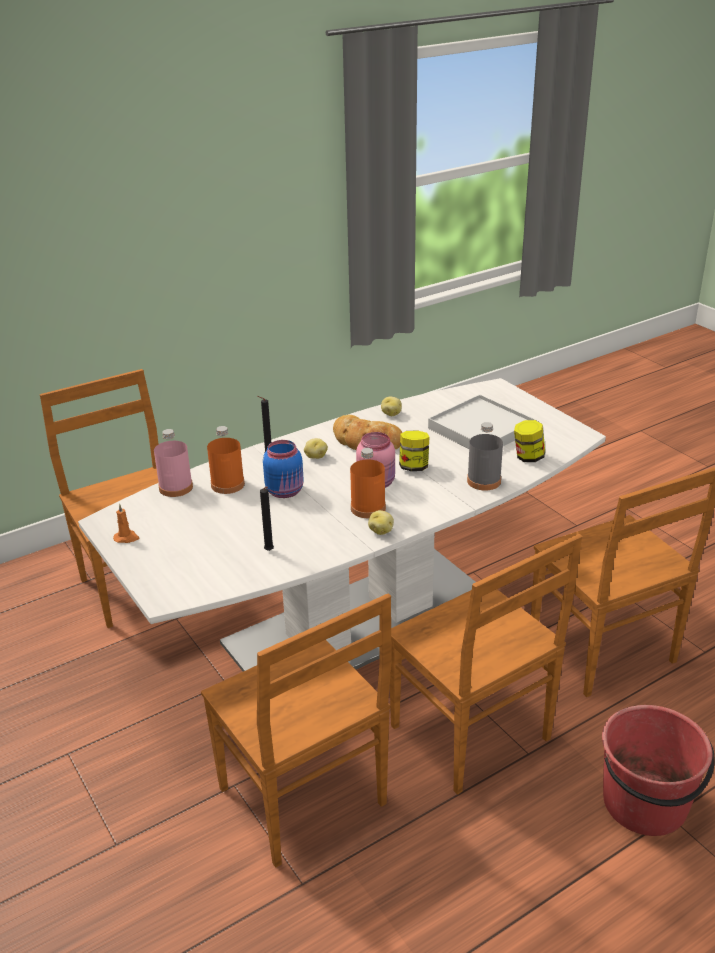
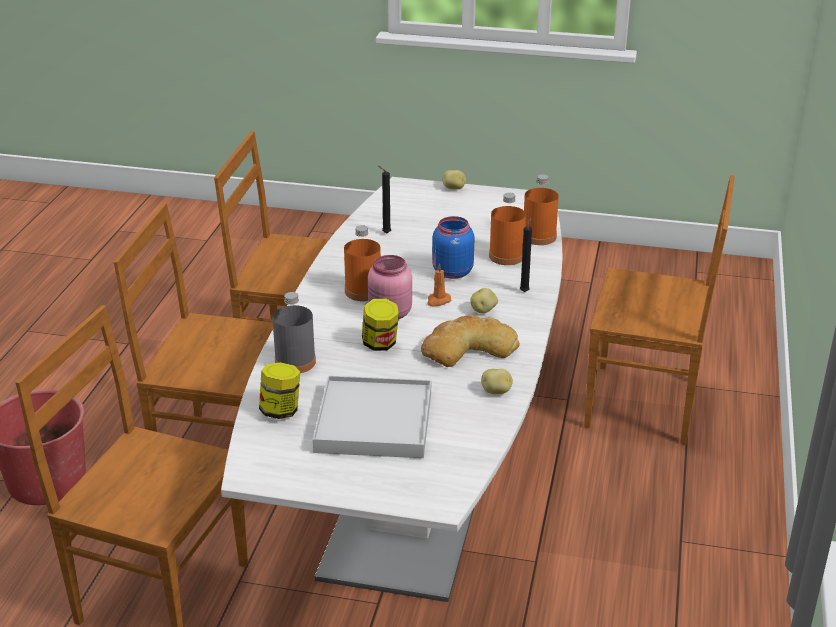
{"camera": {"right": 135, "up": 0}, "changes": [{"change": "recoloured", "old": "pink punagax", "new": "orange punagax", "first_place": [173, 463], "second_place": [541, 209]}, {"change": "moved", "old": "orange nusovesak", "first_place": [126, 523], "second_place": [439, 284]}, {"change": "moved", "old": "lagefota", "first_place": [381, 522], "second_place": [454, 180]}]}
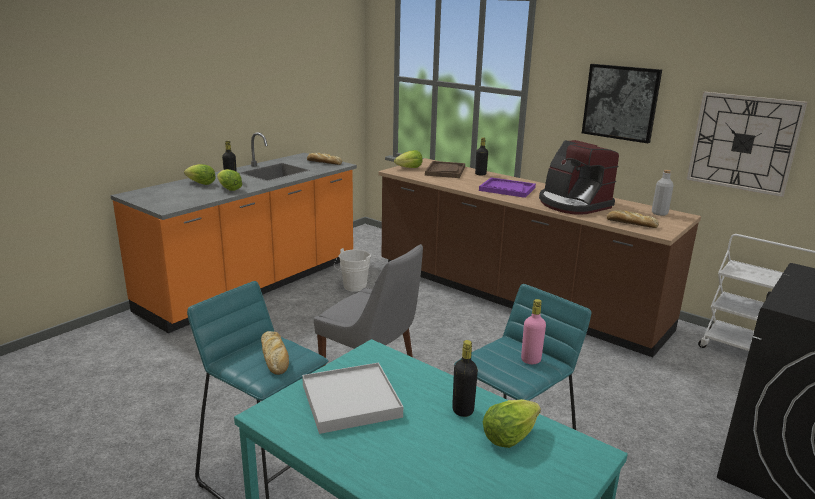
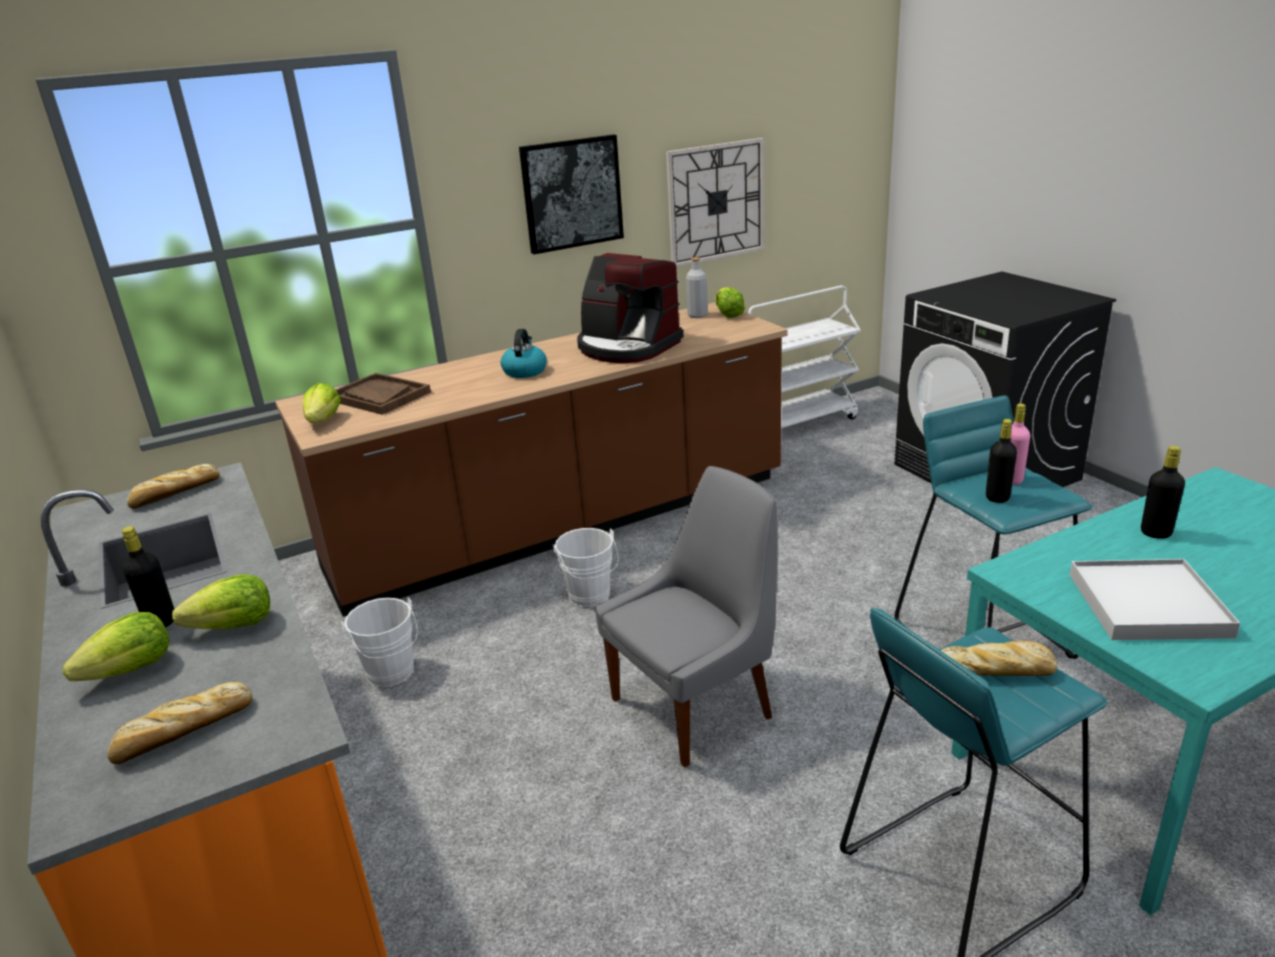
{"camera": {"right": -65, "up": 5}, "changes": [{"change": "moved", "old": "black punagax", "first_place": [481, 156], "second_place": [1001, 461]}, {"change": "turned", "old": "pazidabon", "first_place": [579, 177], "second_place": [630, 308], "degrees": 45}, {"change": "replaced", "old": "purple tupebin", "new": "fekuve", "first_place": [507, 187], "second_place": [524, 353]}, {"change": "moved", "old": "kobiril", "first_place": [633, 219], "second_place": [180, 723]}, {"change": "moved", "old": "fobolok", "first_place": [512, 423], "second_place": [730, 302]}, {"change": "added", "new": "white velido", "second_place": [585, 567]}]}
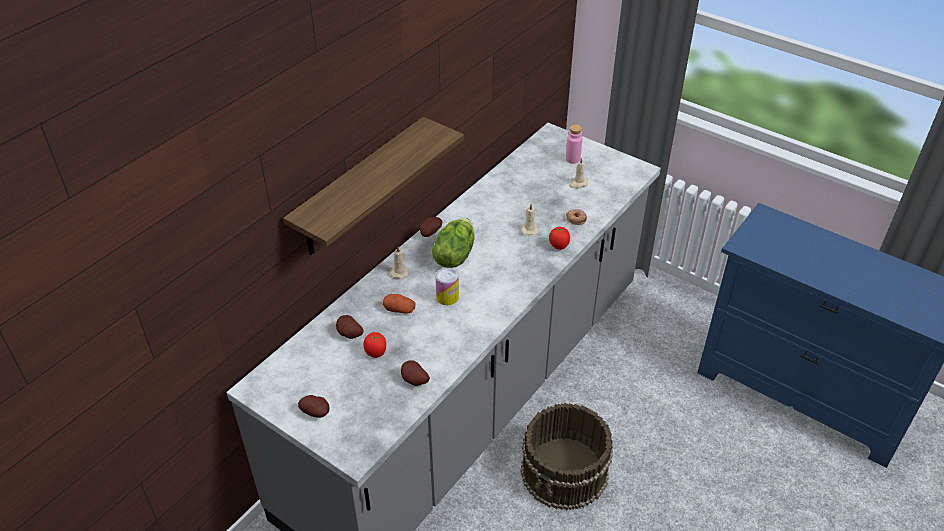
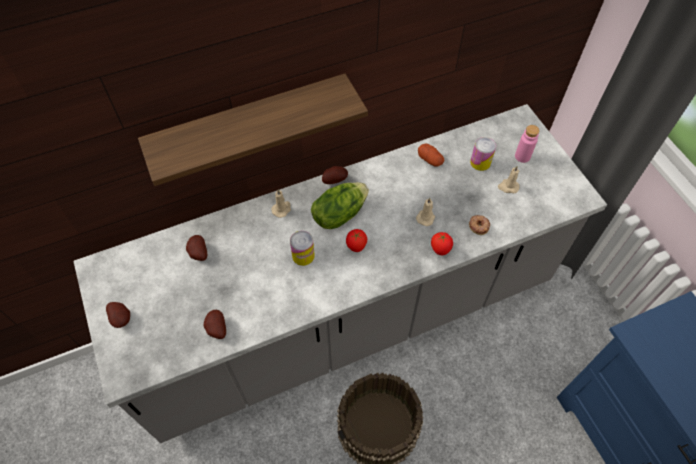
{"camera": {"right": 30, "up": 15}, "changes": [{"change": "moved", "old": "lagefota", "first_place": [399, 304], "second_place": [431, 155]}, {"change": "moved", "old": "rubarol", "first_place": [375, 345], "second_place": [356, 240]}, {"change": "added", "new": "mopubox", "second_place": [483, 154]}]}
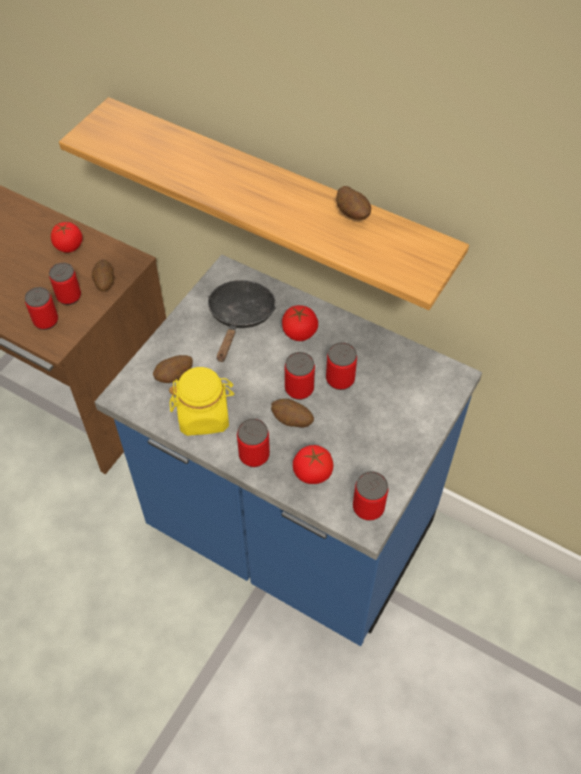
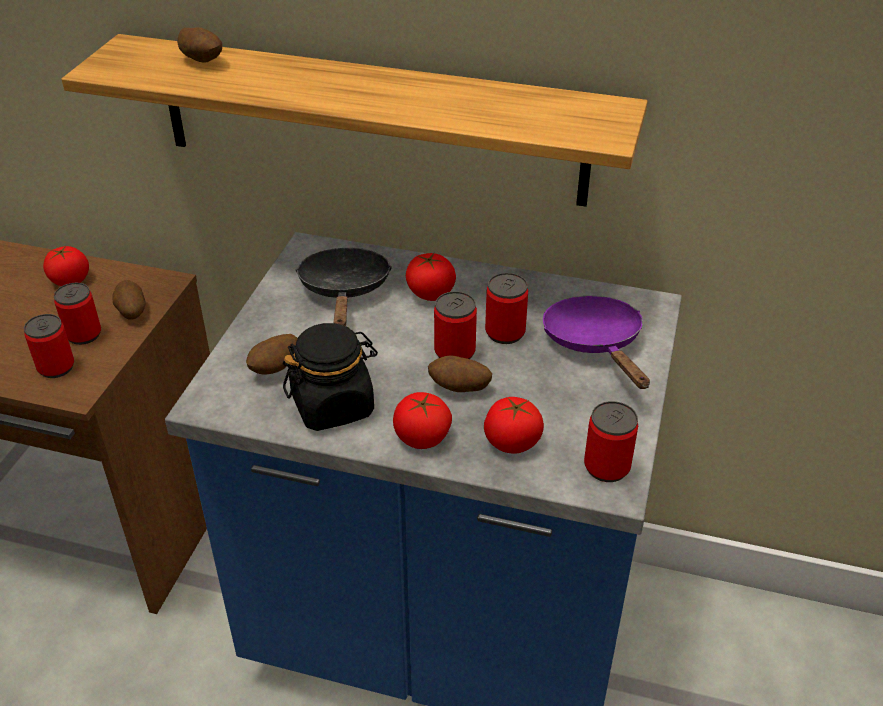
{"camera": {"right": -15, "up": -15}, "changes": [{"change": "moved", "old": "lagefota", "first_place": [353, 203], "second_place": [200, 45]}, {"change": "recoloured", "old": "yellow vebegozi", "new": "black vebegozi", "first_place": [201, 401], "second_place": [330, 377]}, {"change": "replaced", "old": "mopubox", "new": "rubarol", "first_place": [253, 442], "second_place": [422, 420]}, {"change": "added", "new": "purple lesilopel", "second_place": [596, 342]}]}
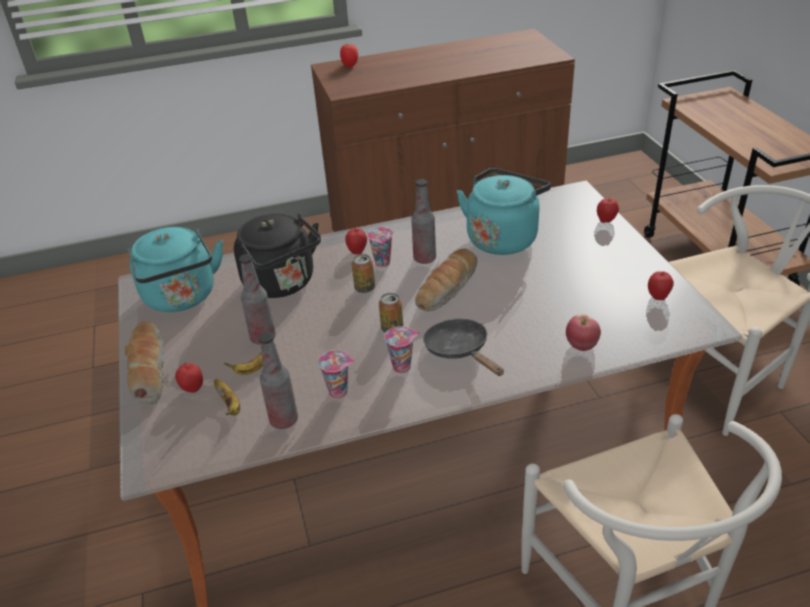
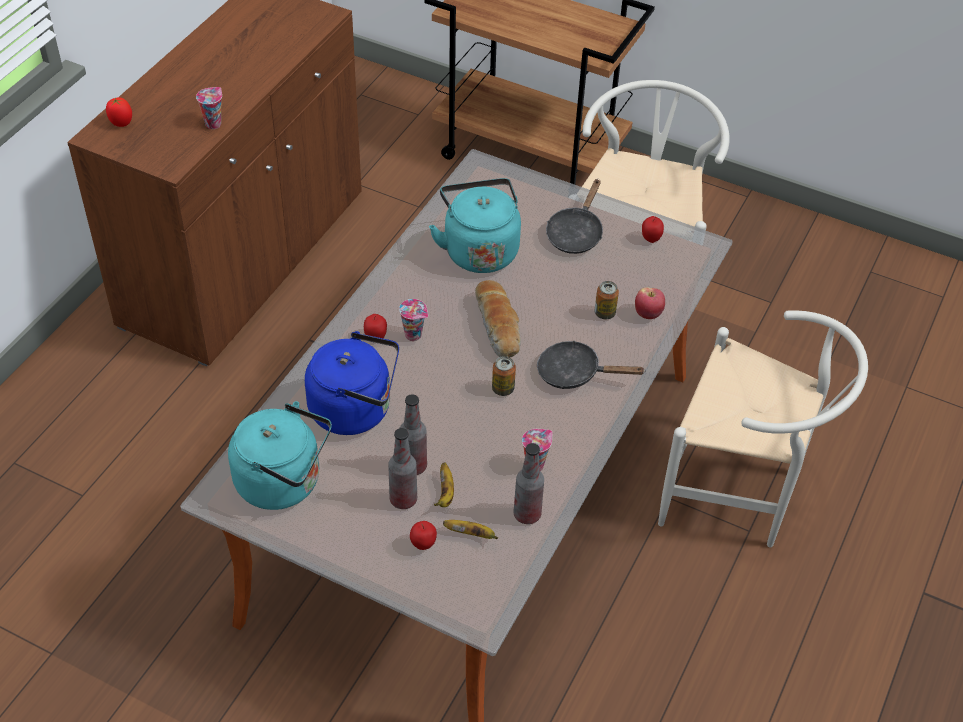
{"camera": {"right": -50, "up": 10}, "changes": [{"change": "moved", "old": "punagax", "first_place": [423, 221], "second_place": [402, 468]}, {"change": "removed", "old": "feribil", "first_place": [608, 210]}, {"change": "recoloured", "old": "black fekuve", "new": "blue fekuve", "first_place": [277, 255], "second_place": [352, 383]}, {"change": "moved", "old": "mopubox", "first_place": [363, 273], "second_place": [606, 300]}, {"change": "removed", "old": "kobiril", "first_place": [144, 363]}, {"change": "moved", "old": "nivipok", "first_place": [401, 349], "second_place": [209, 108]}, {"change": "added", "new": "black lesilopel", "second_place": [574, 216]}]}
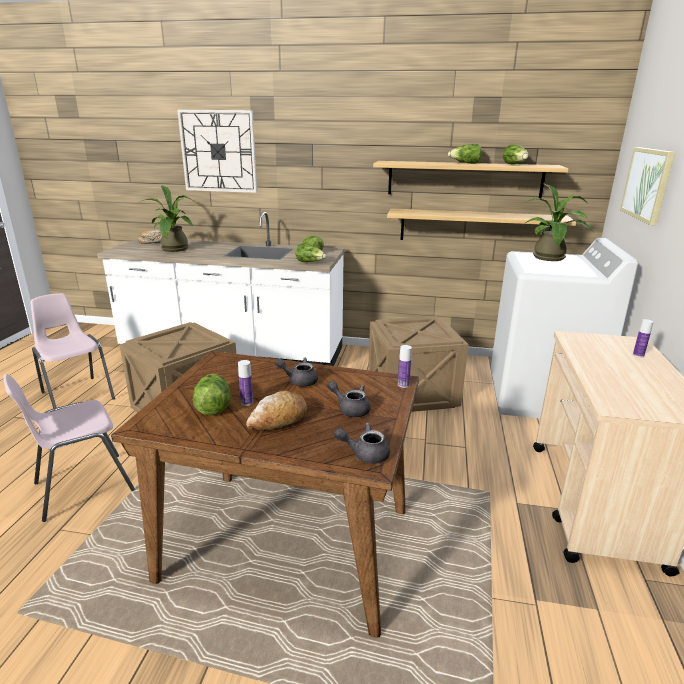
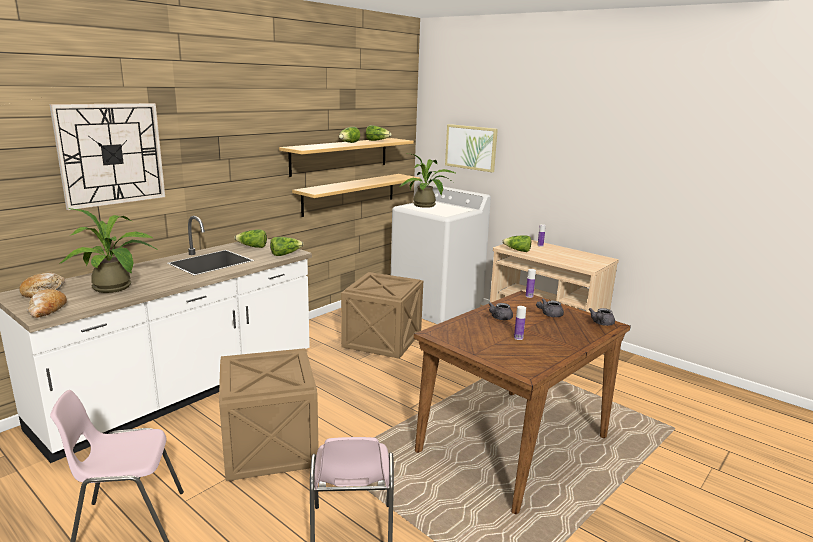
{"camera": {"right": -60, "up": -5}, "changes": [{"change": "moved", "old": "fobolok", "first_place": [212, 394], "second_place": [516, 243]}, {"change": "moved", "old": "kobiril", "first_place": [276, 410], "second_place": [47, 303]}]}
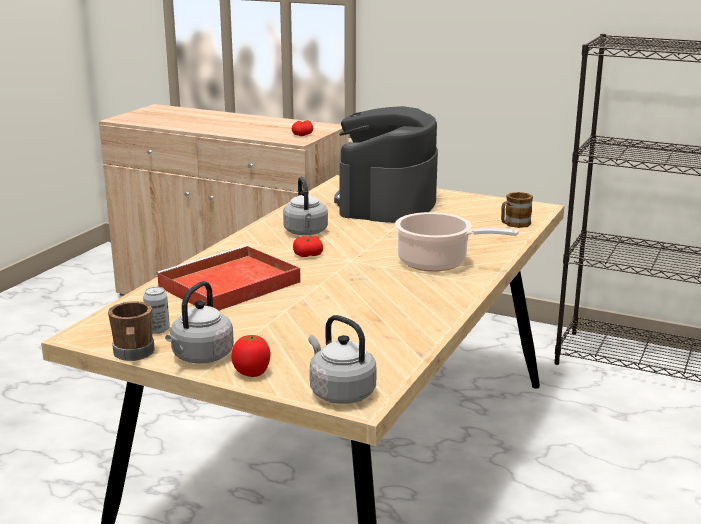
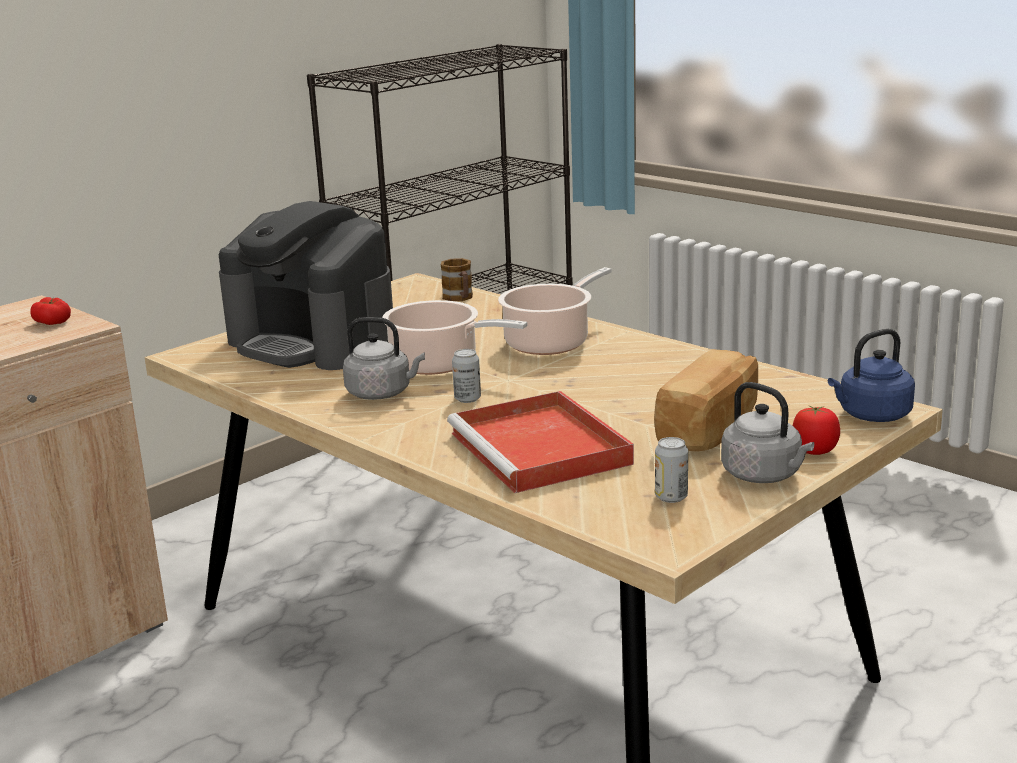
{"camera": {"right": -70, "up": 0}, "changes": [{"change": "replaced", "old": "rubarol", "new": "mopubox", "first_place": [308, 246], "second_place": [466, 376]}, {"change": "removed", "old": "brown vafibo", "first_place": [131, 331]}, {"change": "recoloured", "old": "grey fekuve", "new": "blue fekuve", "first_place": [342, 359], "second_place": [871, 375]}, {"change": "added", "new": "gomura", "second_place": [455, 337]}, {"change": "added", "new": "kobiril", "second_place": [706, 400]}]}
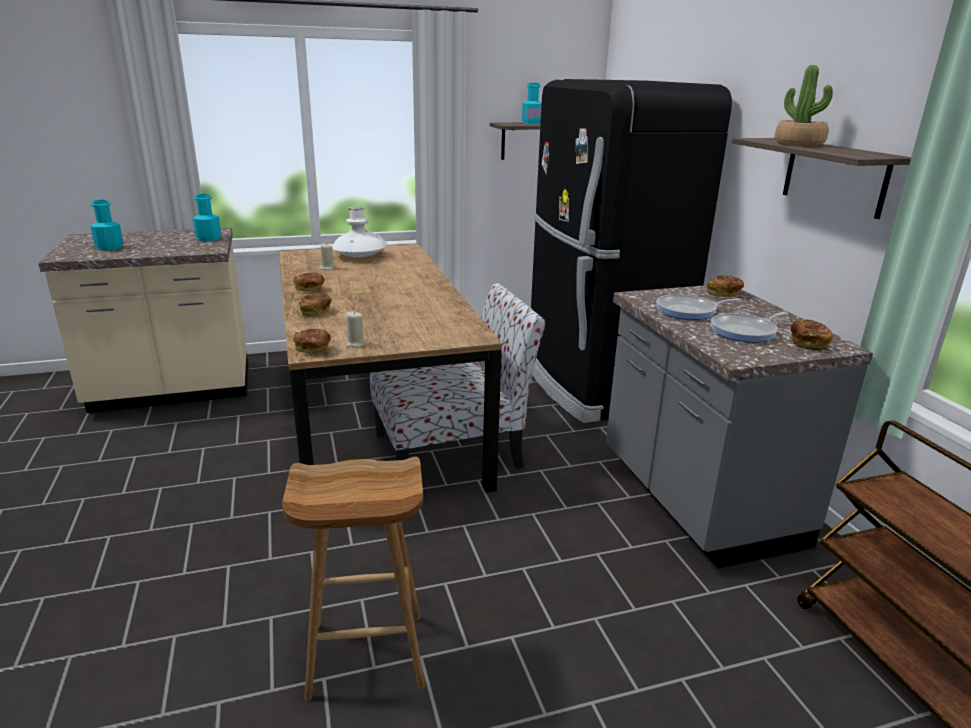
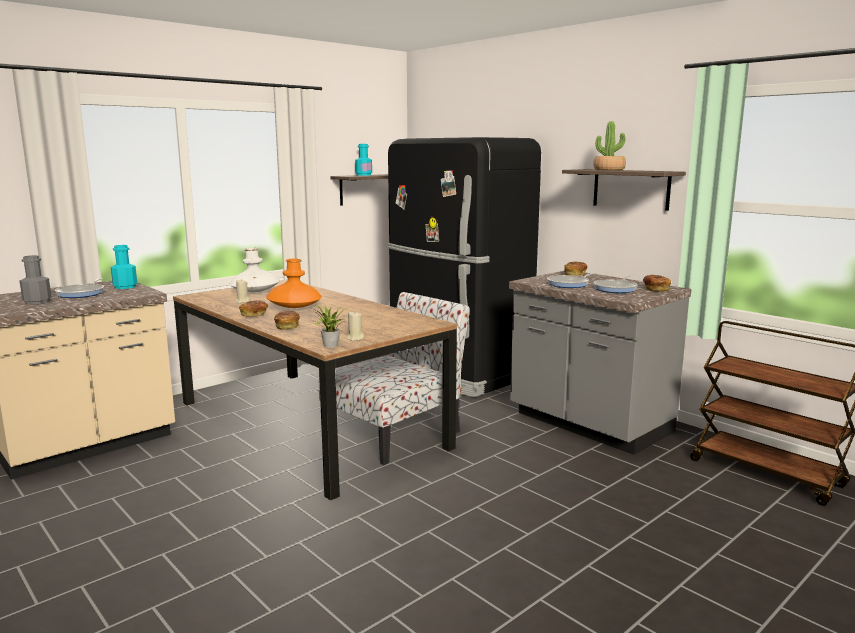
{"camera": {"right": -25, "up": -10}, "changes": [{"change": "recoloured", "old": "turquoise punagax", "new": "grey punagax", "first_place": [107, 225], "second_place": [35, 279]}, {"change": "replaced", "old": "kobiril", "new": "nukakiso", "first_place": [312, 341], "second_place": [328, 325]}, {"change": "removed", "old": "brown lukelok", "first_place": [353, 579]}, {"change": "added", "new": "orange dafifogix", "second_place": [294, 283]}, {"change": "added", "new": "lesilopel", "second_place": [79, 288]}]}
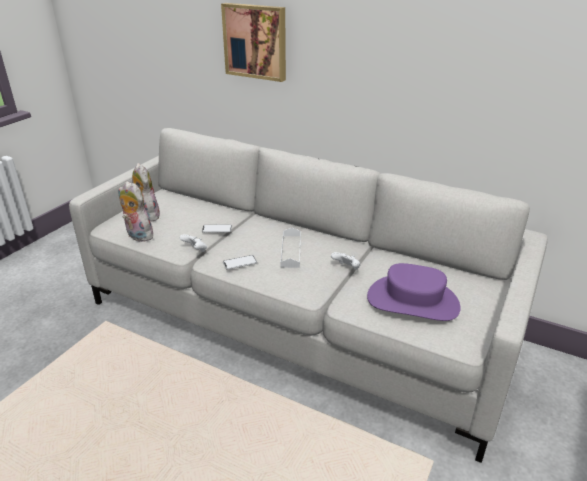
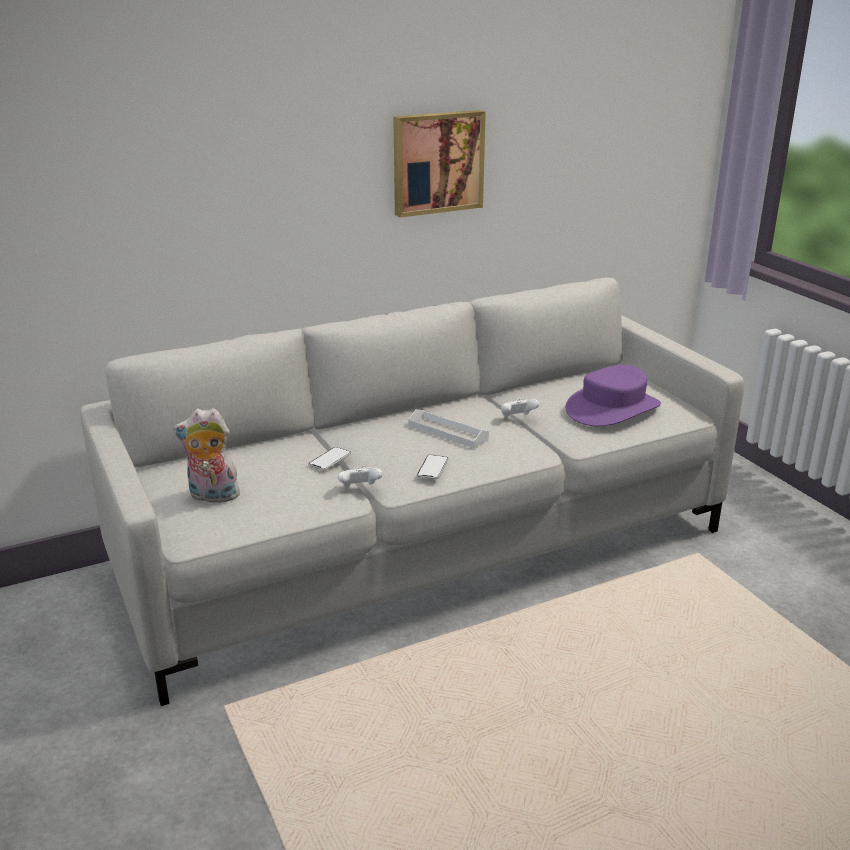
{"camera": {"right": -55, "up": -5}, "changes": [{"change": "moved", "old": "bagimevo", "first_place": [253, 42], "second_place": [439, 163]}, {"change": "removed", "old": "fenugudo", "first_place": [135, 211]}]}
